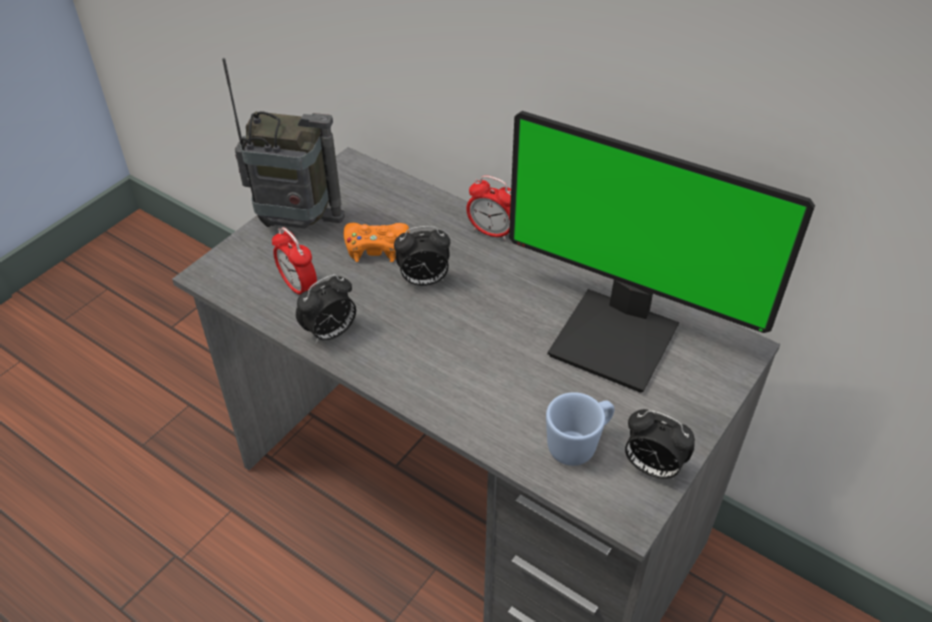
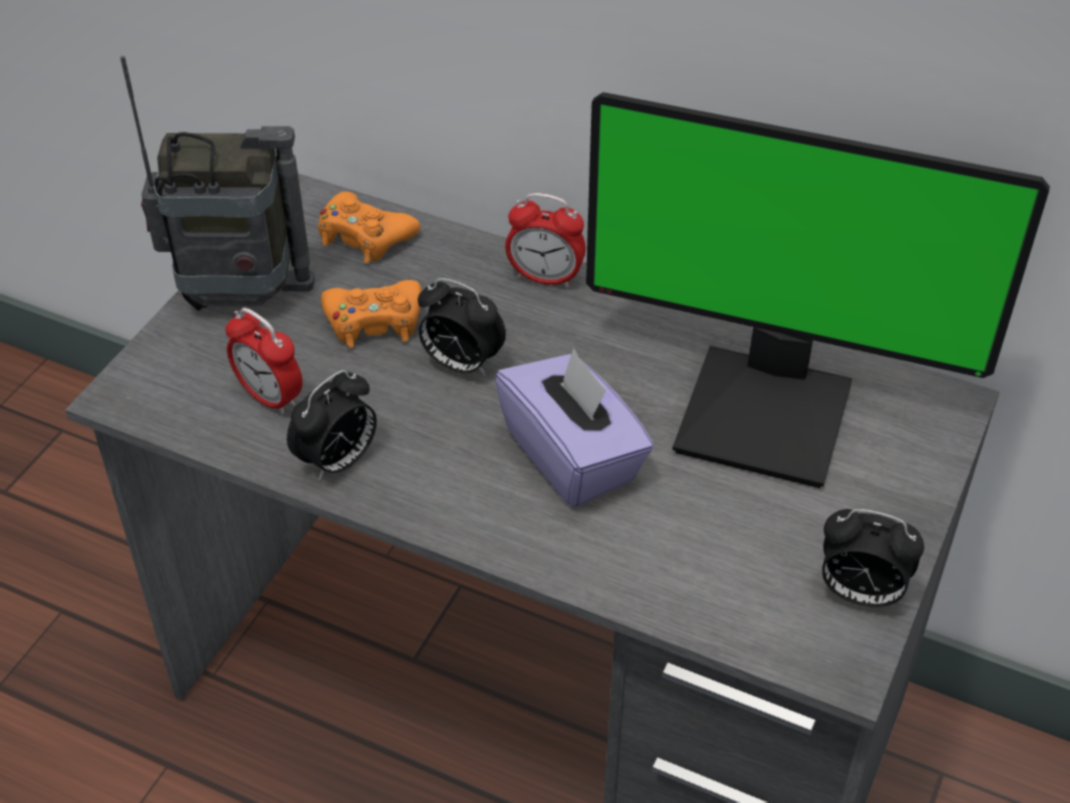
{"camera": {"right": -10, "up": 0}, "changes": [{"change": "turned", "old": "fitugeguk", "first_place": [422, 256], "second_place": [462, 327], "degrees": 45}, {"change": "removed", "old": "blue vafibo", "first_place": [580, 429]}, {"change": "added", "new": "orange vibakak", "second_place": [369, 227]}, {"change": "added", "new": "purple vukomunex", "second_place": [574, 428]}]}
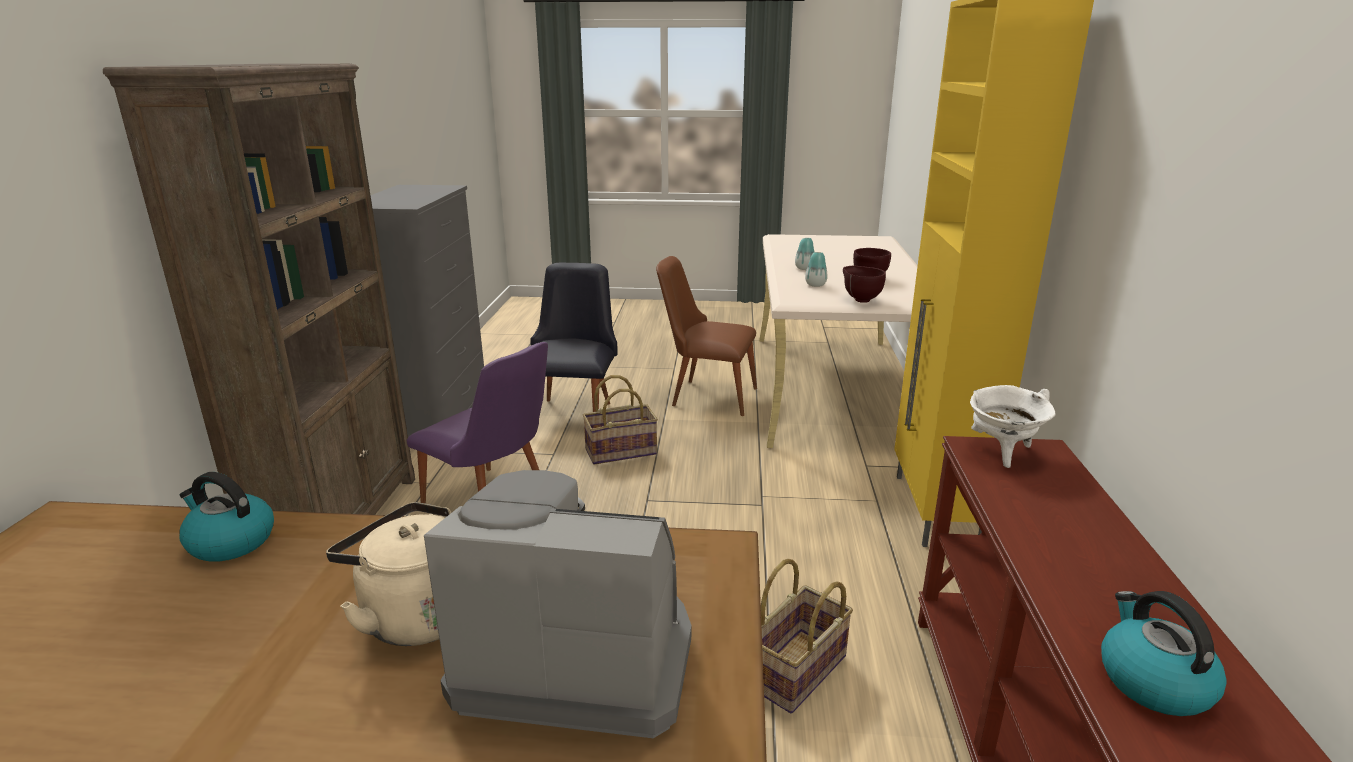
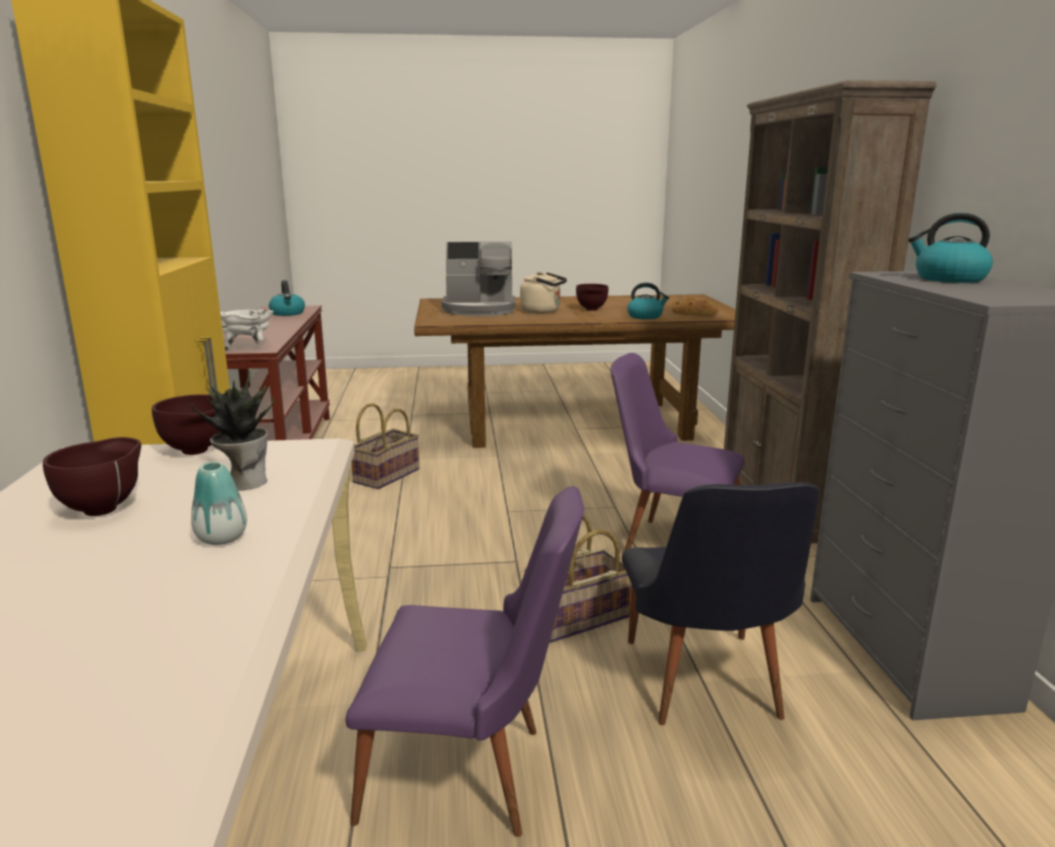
{"camera": {"right": 170, "up": -5}, "changes": [{"change": "replaced", "old": "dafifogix", "new": "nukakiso", "first_place": [816, 269], "second_place": [232, 430]}, {"change": "recoloured", "old": "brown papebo", "new": "purple papebo", "first_place": [706, 336], "second_place": [465, 661]}, {"change": "added", "new": "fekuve", "second_place": [950, 248]}, {"change": "added", "new": "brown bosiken", "second_place": [592, 297]}, {"change": "added", "new": "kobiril", "second_place": [694, 306]}]}
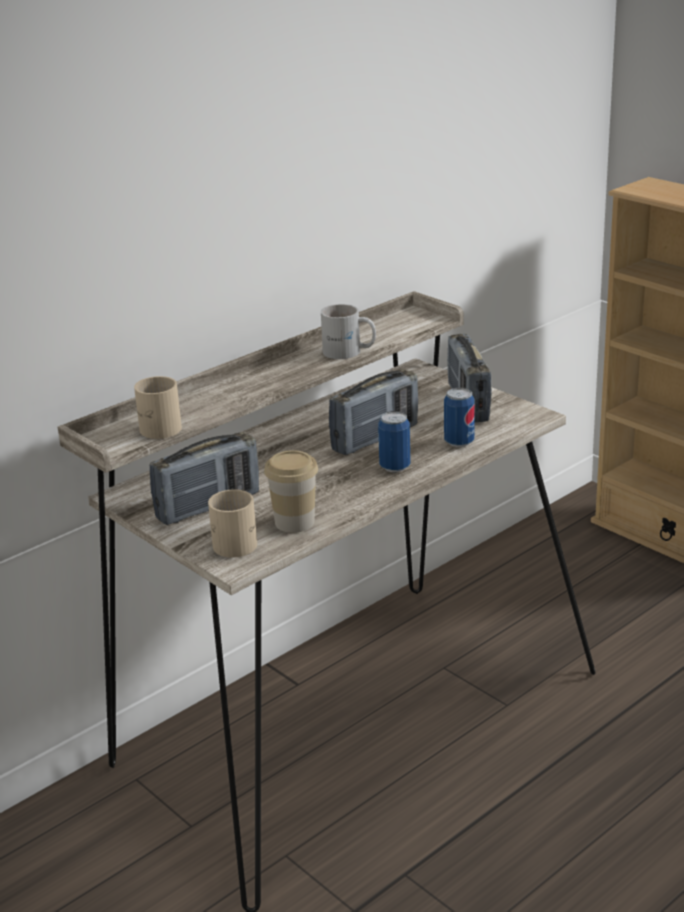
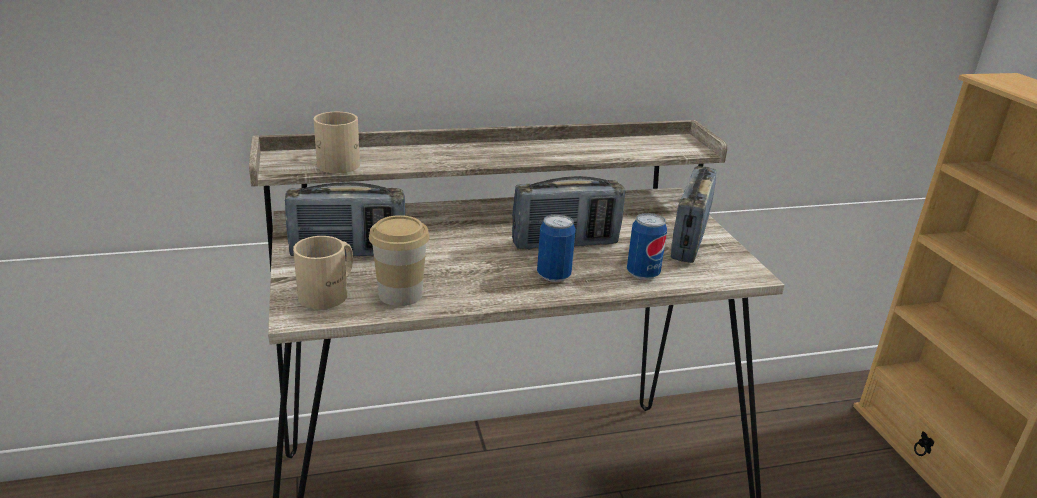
{"camera": {"right": 25, "up": 0}, "changes": [{"change": "removed", "old": "white vafibo", "first_place": [348, 331]}]}
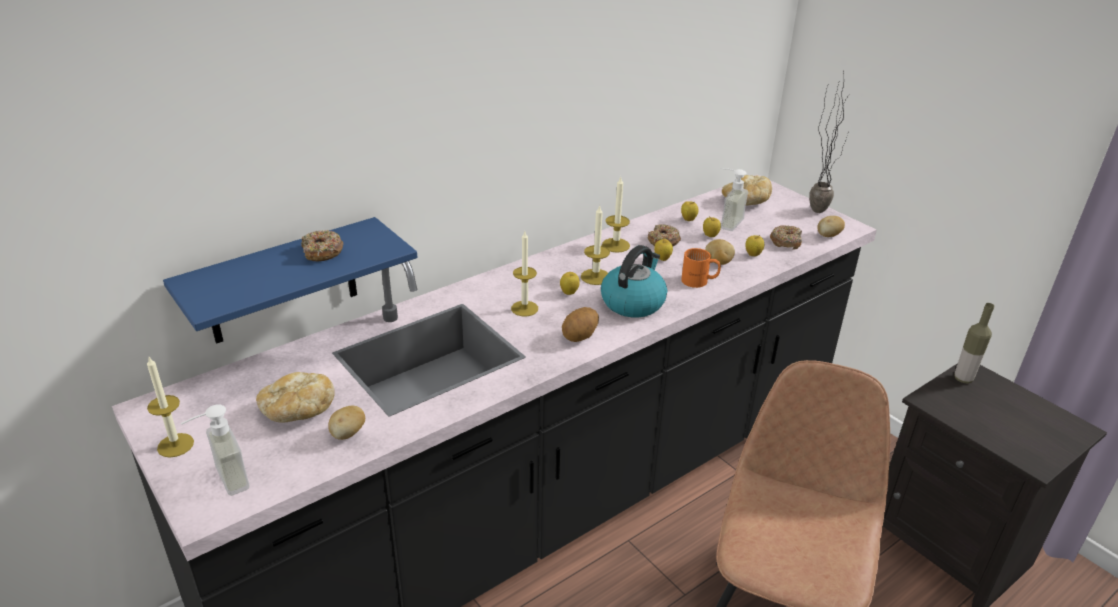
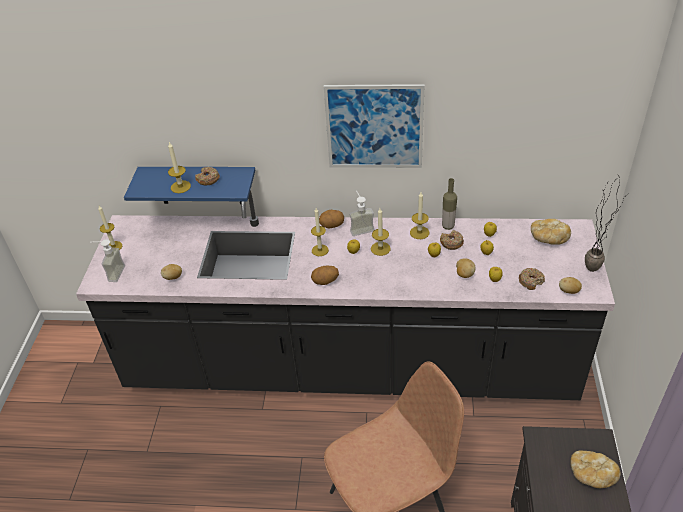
{"camera": {"right": 45, "up": 10}, "changes": [{"change": "moved", "old": "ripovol", "first_place": [734, 199], "second_place": [361, 213]}, {"change": "removed", "old": "fekuve", "first_place": [634, 281]}, {"change": "removed", "old": "orange vafibo", "first_place": [701, 268]}, {"change": "moved", "old": "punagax", "first_place": [974, 343], "second_place": [449, 204]}, {"change": "moved", "old": "kobiril", "first_place": [295, 397], "second_place": [595, 469]}, {"change": "added", "new": "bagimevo", "second_place": [374, 126]}, {"change": "added", "new": "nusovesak", "second_place": [179, 167]}, {"change": "added", "new": "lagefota", "second_place": [331, 219]}]}
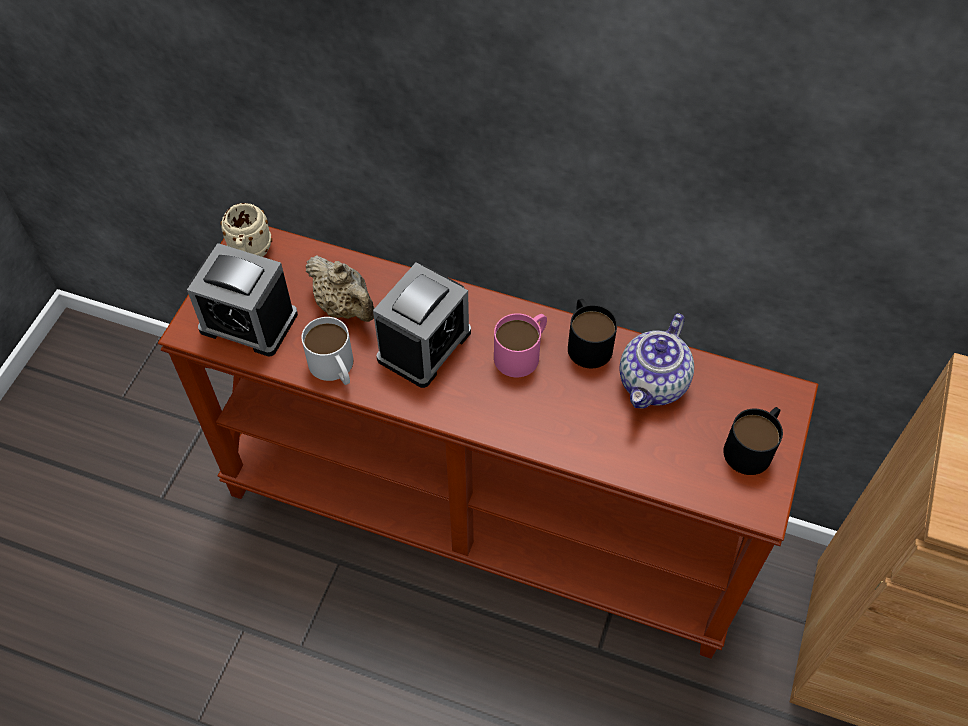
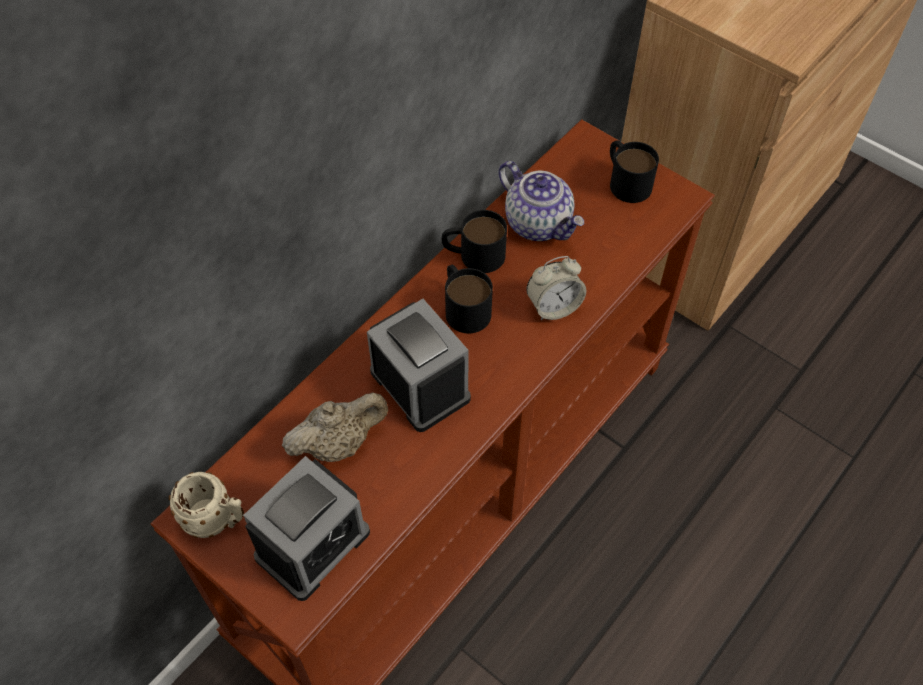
{"camera": {"right": -70, "up": 0}, "changes": [{"change": "recoloured", "old": "pink vafibo", "new": "black vafibo", "first_place": [520, 345], "second_place": [469, 299]}, {"change": "removed", "old": "white vafibo", "first_place": [327, 351]}, {"change": "added", "new": "fitugeguk", "second_place": [556, 288]}]}
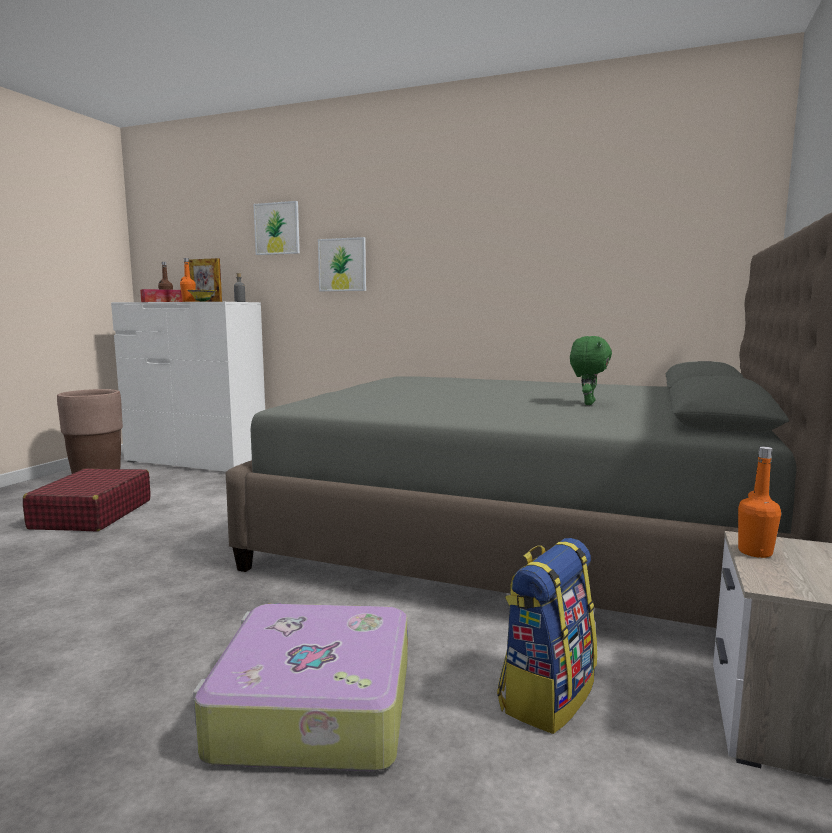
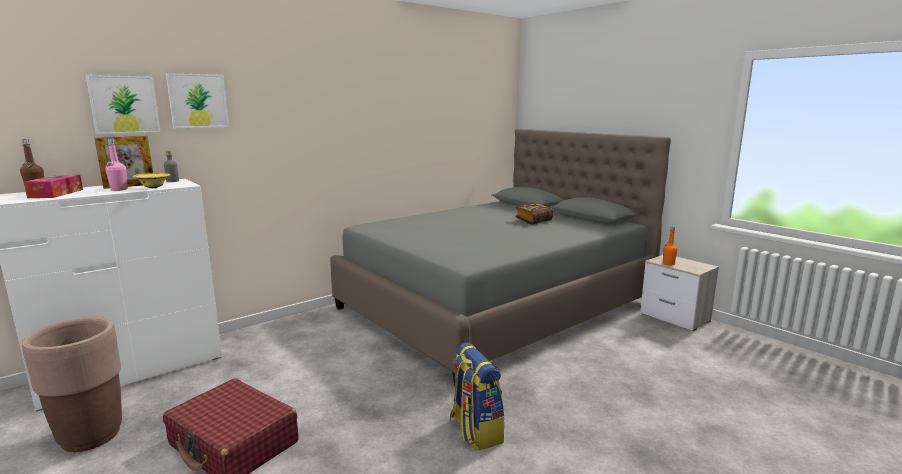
{"camera": {"right": -60, "up": 5}, "changes": [{"change": "moved", "old": "bagimevo", "first_place": [342, 264], "second_place": [123, 105]}, {"change": "recoloured", "old": "orange punagax", "new": "pink punagax", "first_place": [188, 280], "second_place": [116, 164]}, {"change": "replaced", "old": "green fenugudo", "new": "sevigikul", "first_place": [591, 370], "second_place": [534, 214]}, {"change": "moved", "old": "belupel", "first_place": [547, 636], "second_place": [477, 396]}, {"change": "removed", "old": "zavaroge", "first_place": [300, 687]}]}
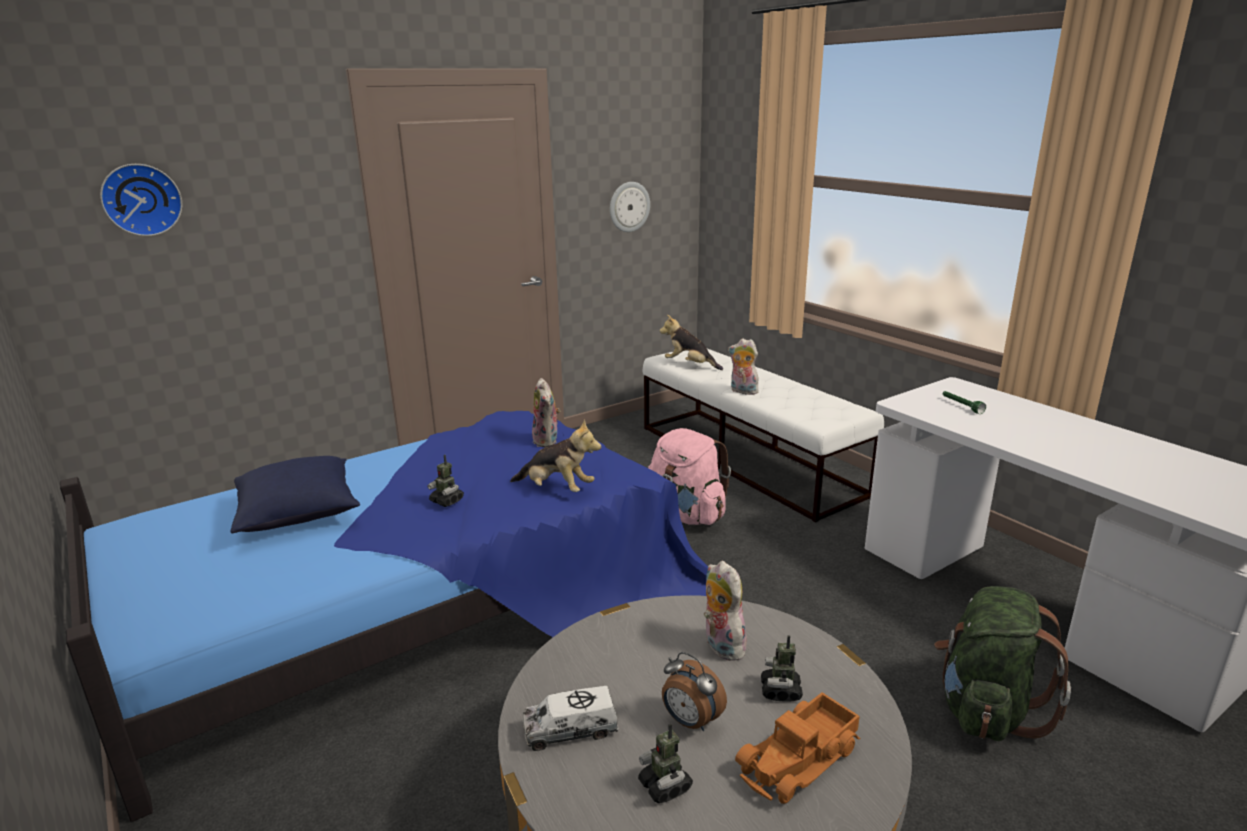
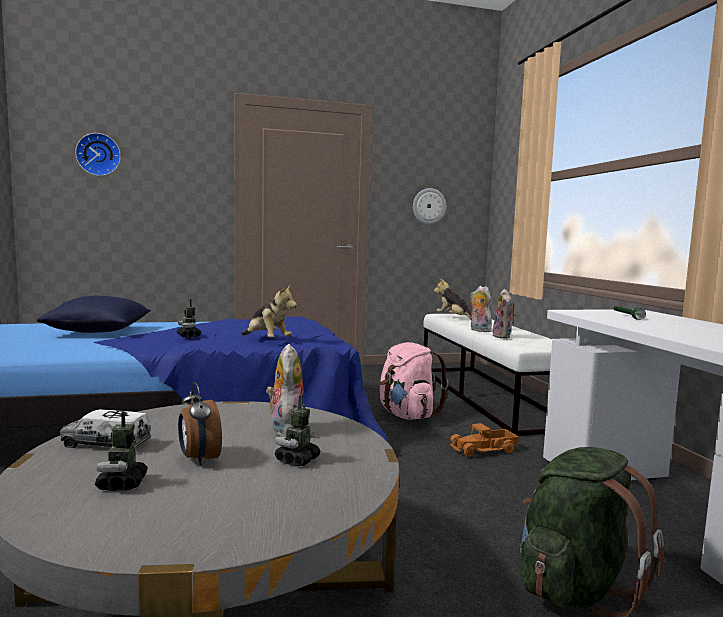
{"camera": {"right": 20, "up": -15}, "changes": [{"change": "moved", "old": "fenugudo", "first_place": [546, 413], "second_place": [504, 314]}, {"change": "moved", "old": "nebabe", "first_place": [797, 748], "second_place": [484, 440]}]}
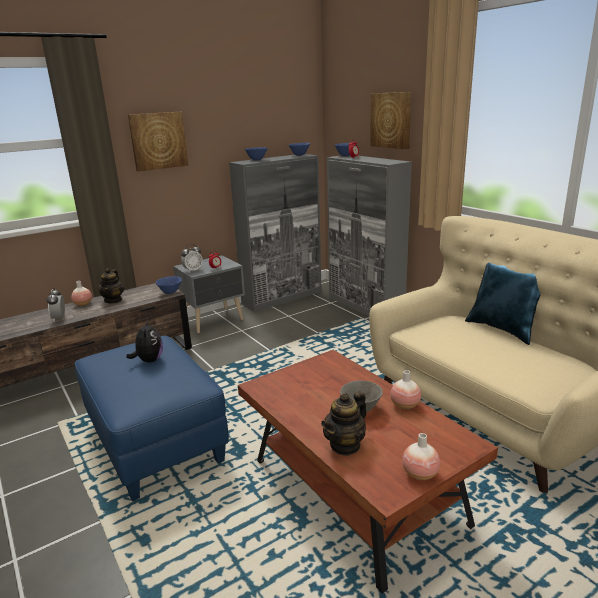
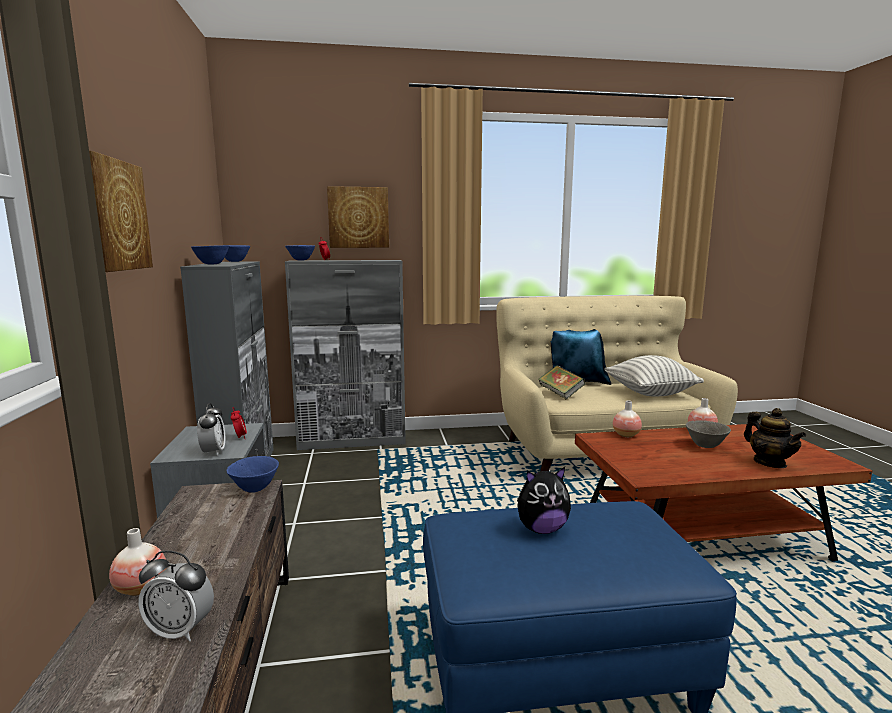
{"camera": {"right": -65, "up": -10}, "changes": [{"change": "removed", "old": "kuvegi", "first_place": [111, 286]}, {"change": "turned", "old": "fenugudo", "first_place": [144, 341], "second_place": [544, 500], "degrees": 150}, {"change": "moved", "old": "dafifogix", "first_place": [421, 456], "second_place": [627, 418]}, {"change": "added", "new": "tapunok", "second_place": [654, 375]}, {"change": "added", "new": "sevigikul", "second_place": [562, 382]}]}
